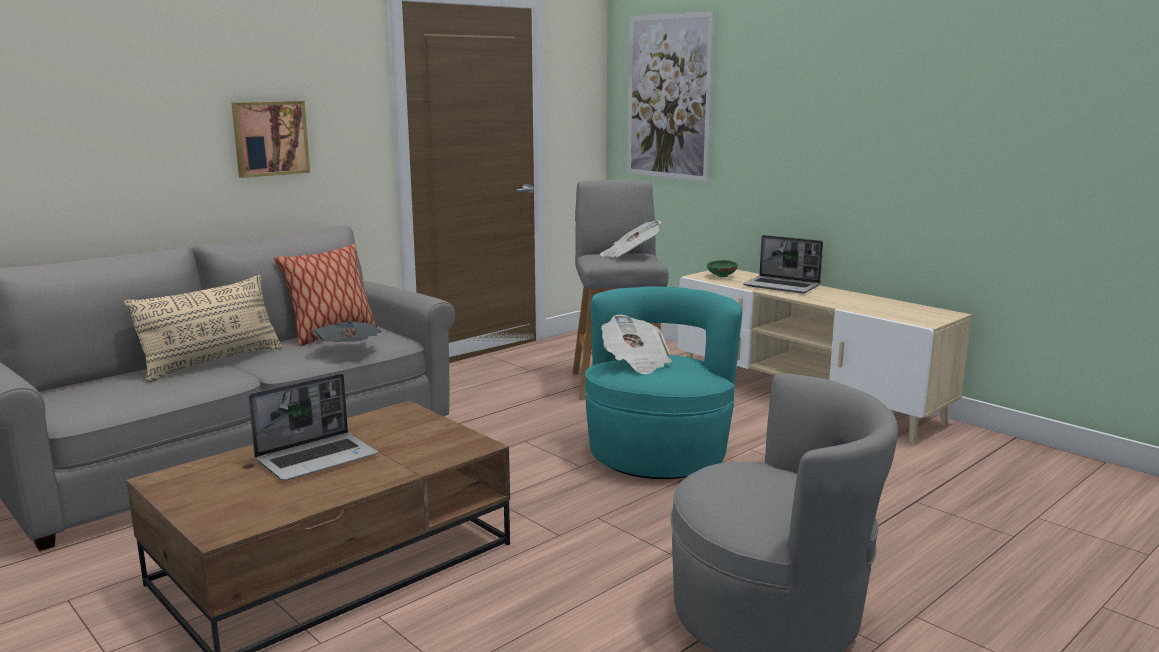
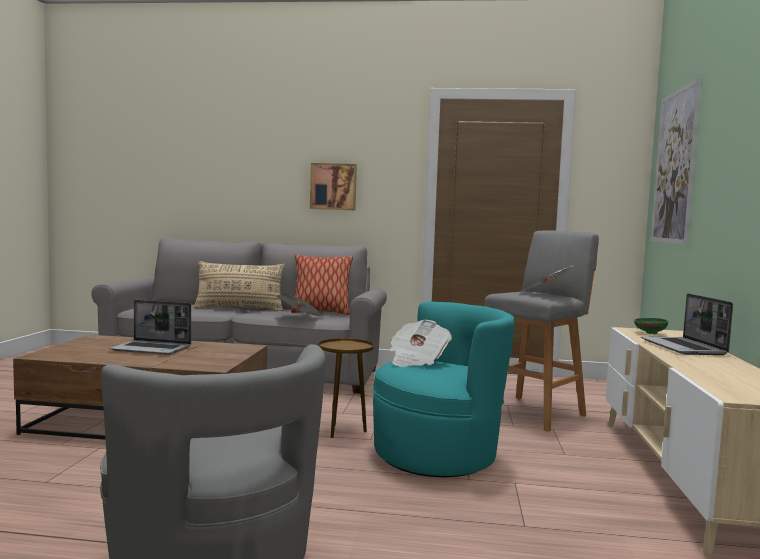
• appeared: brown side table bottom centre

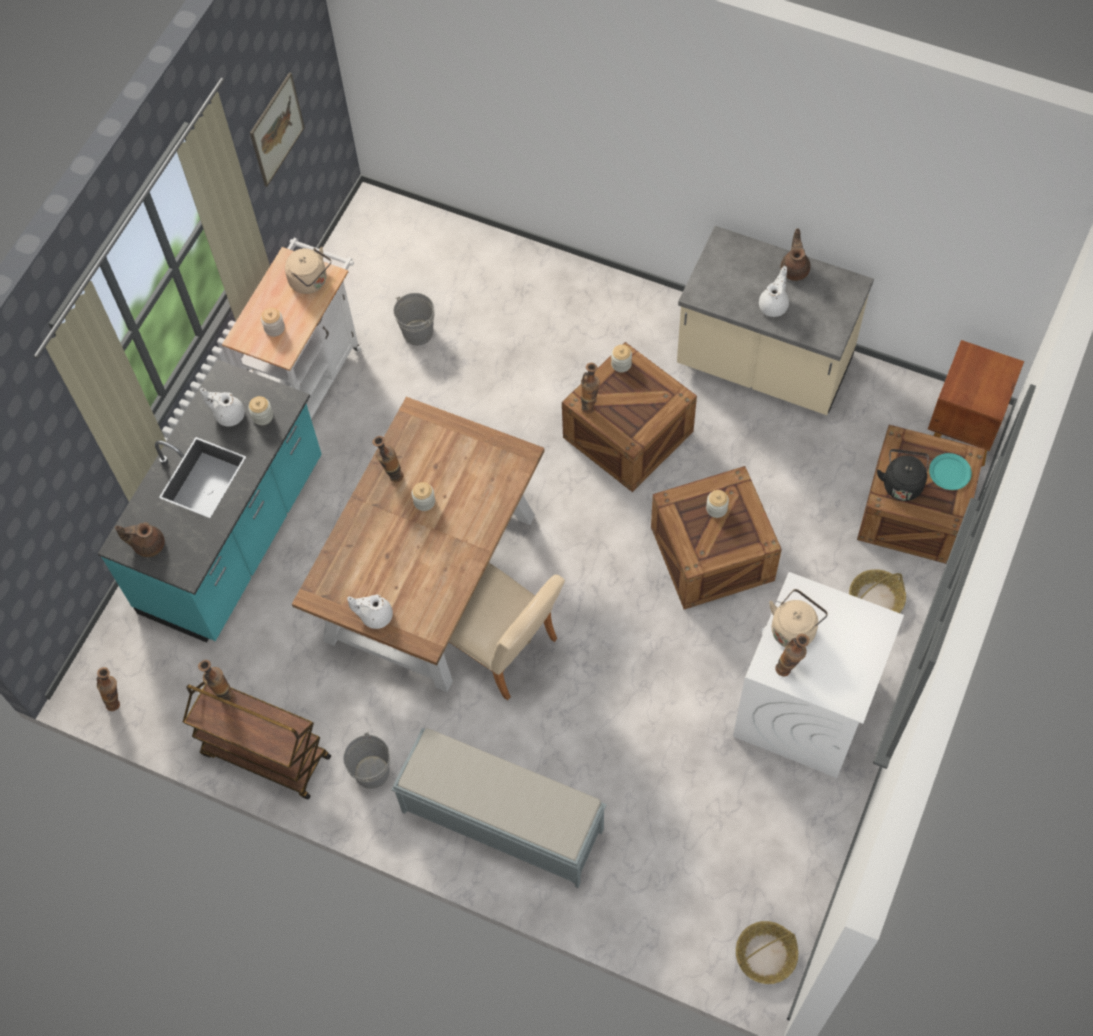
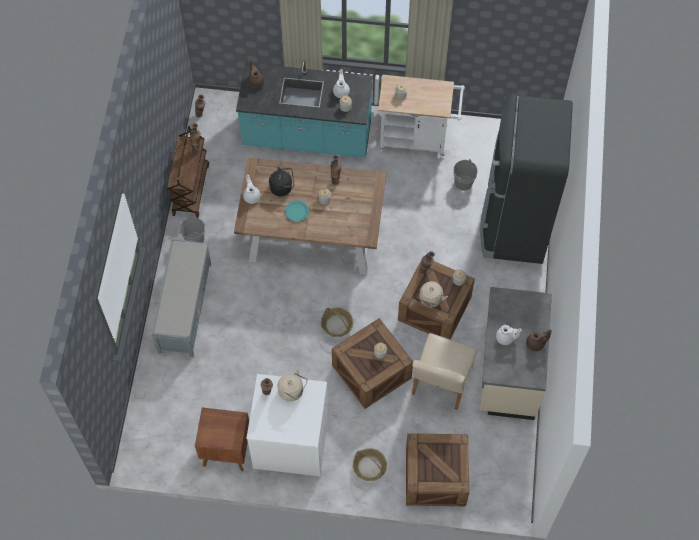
• missing: picture top left
• appeared: black fridge top right
• relocated: beige kettle (no. 1 from left in the first image) top left to beige kettle (no. 2 from left) centre
• relocated: beige chair centre to bottom centre
• relocated: basket (no. 1 from left) bottom right to centre
• relocated: black kettle middle right to centre
• relocated: brown nightstand middle right to bottom left
• relocated: turquoise plate middle right to centre

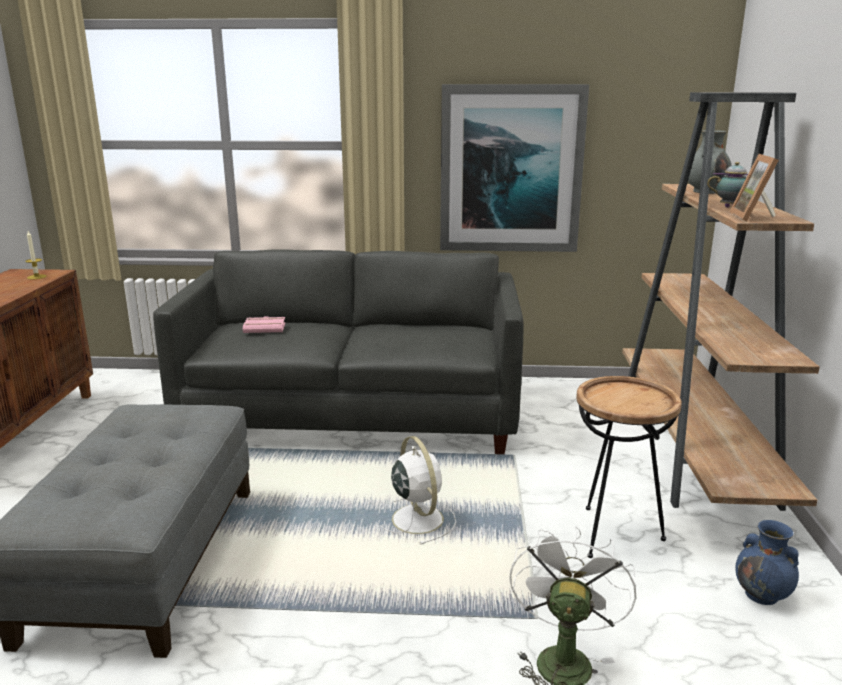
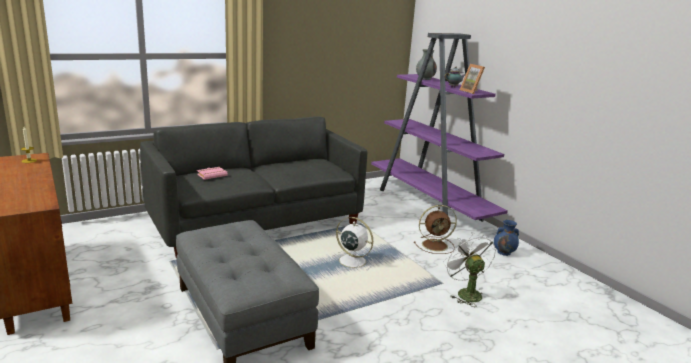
• missing: picture top centre
• exchanged: brown side table bottom right to brown fan centre
• colour: brown bookcase middle right to purple bookcase centre

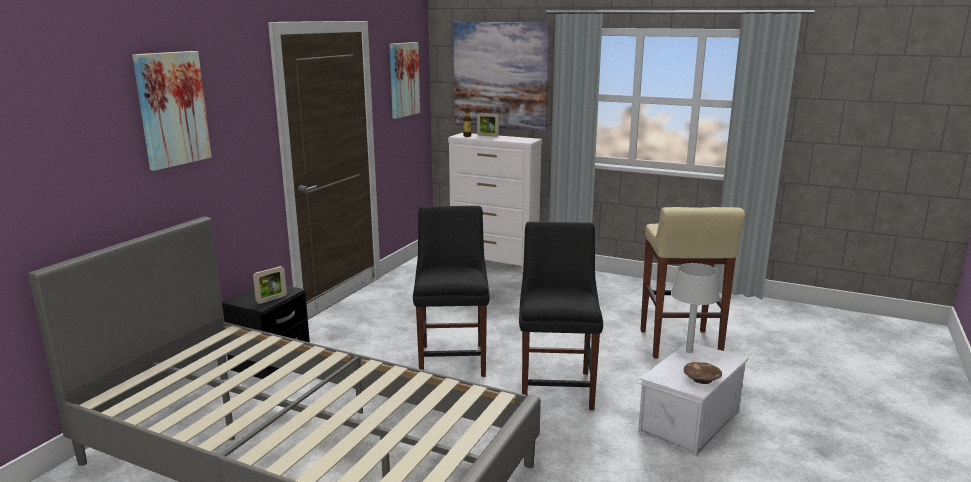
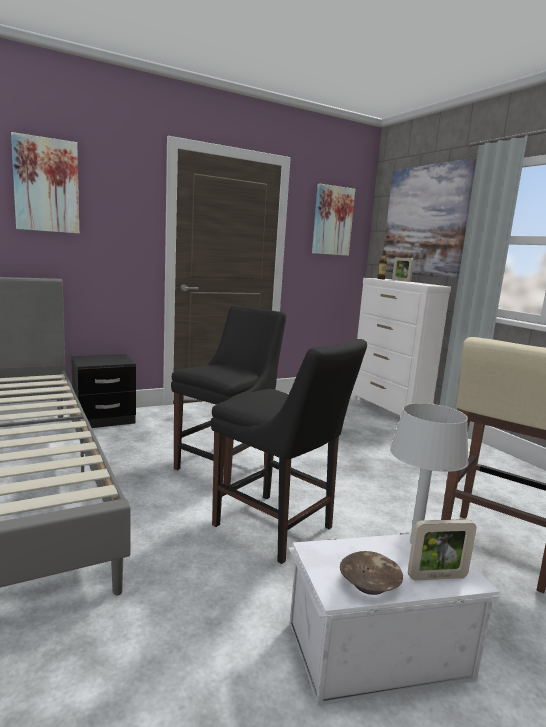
• relocated: picture frame (no. 1 from left in the first image) middle left to picture frame (no. 2 from left) bottom right
• spun: black chair (no. 2 from left) centre = centre 90 degrees clockwise

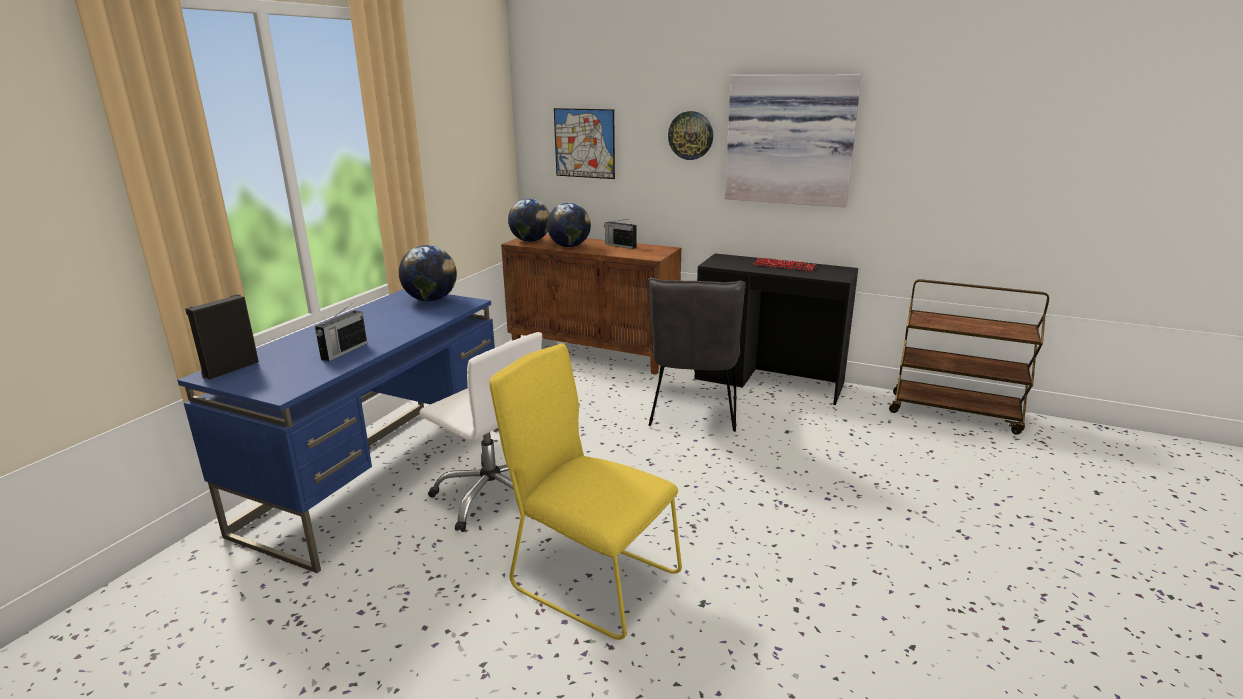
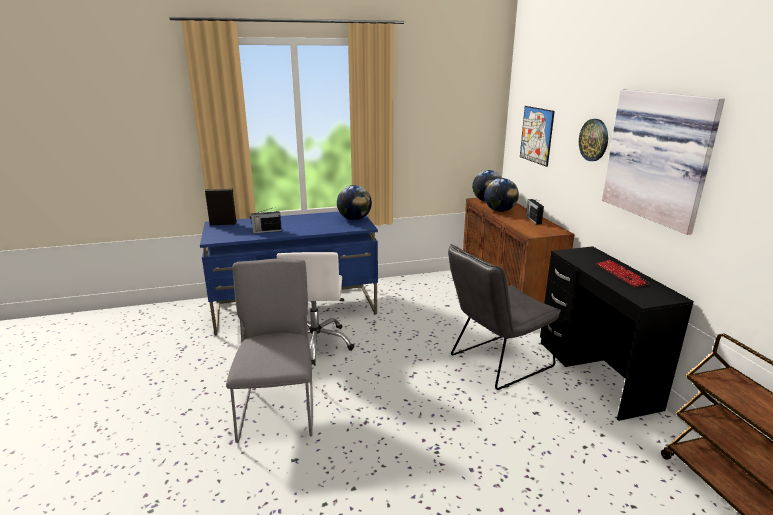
• colour: yellow chair bottom centre to grey chair (no. 1 from left) bottom centre

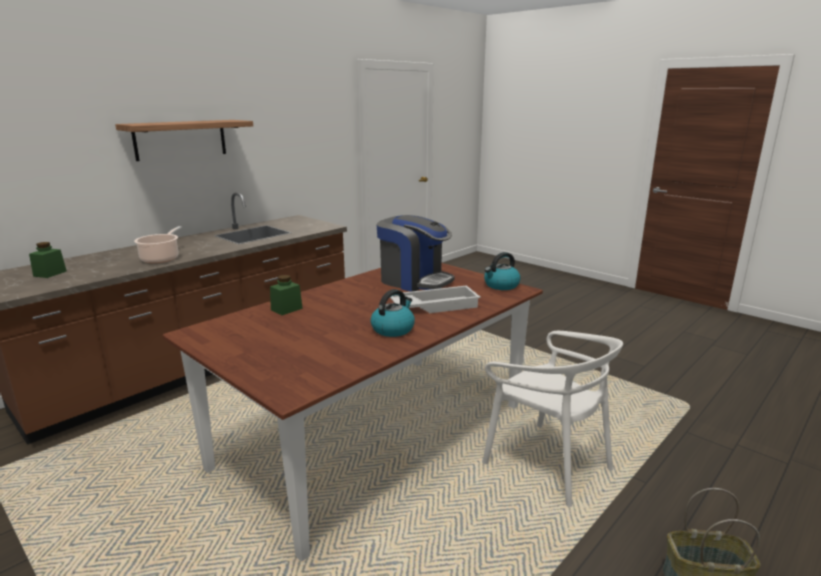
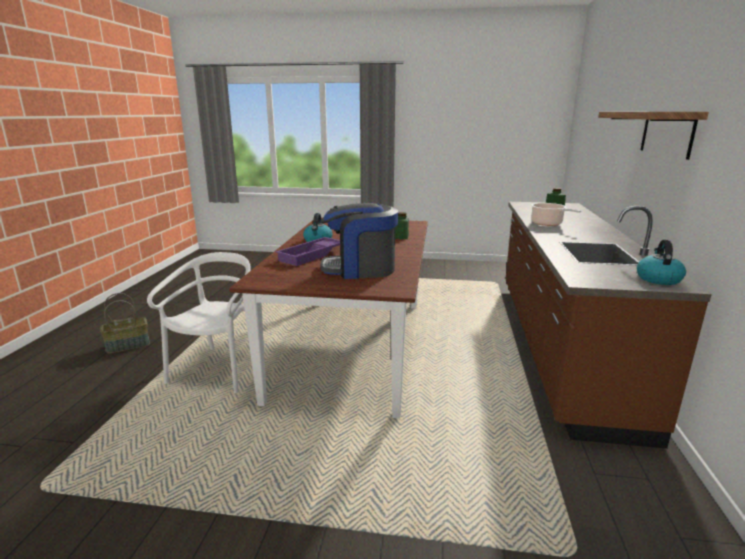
• relocated: kettle (no. 2 from left) centre to middle right
• colour: white tray centre to purple tray centre
• spun: white chair bottom right = middle left 90 degrees clockwise

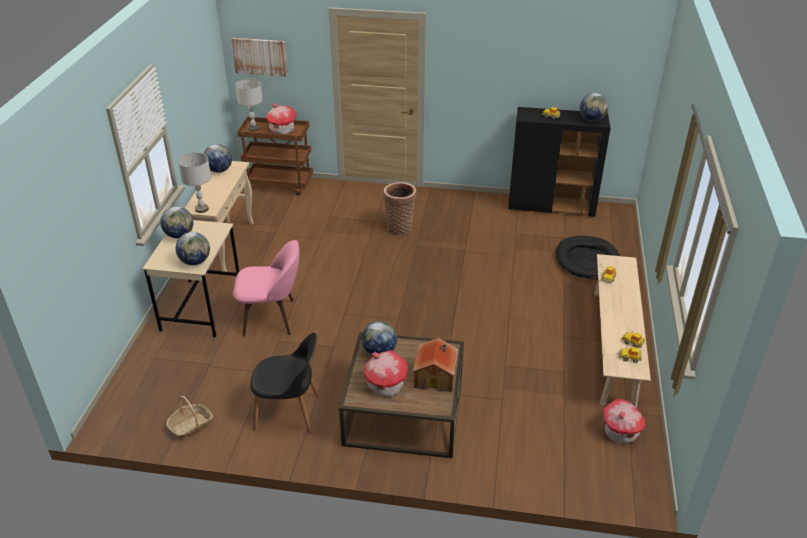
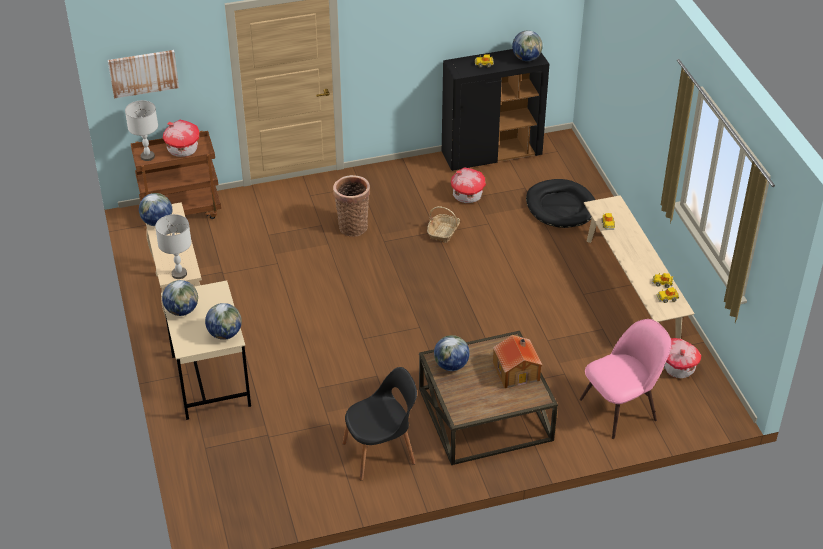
• relocated: basket (no. 1 from left in the first image) bottom left to basket (no. 2 from left) centre
• relocated: pink chair middle left to bottom right
• relocated: toy house (no. 2 from left) bottom centre to centre

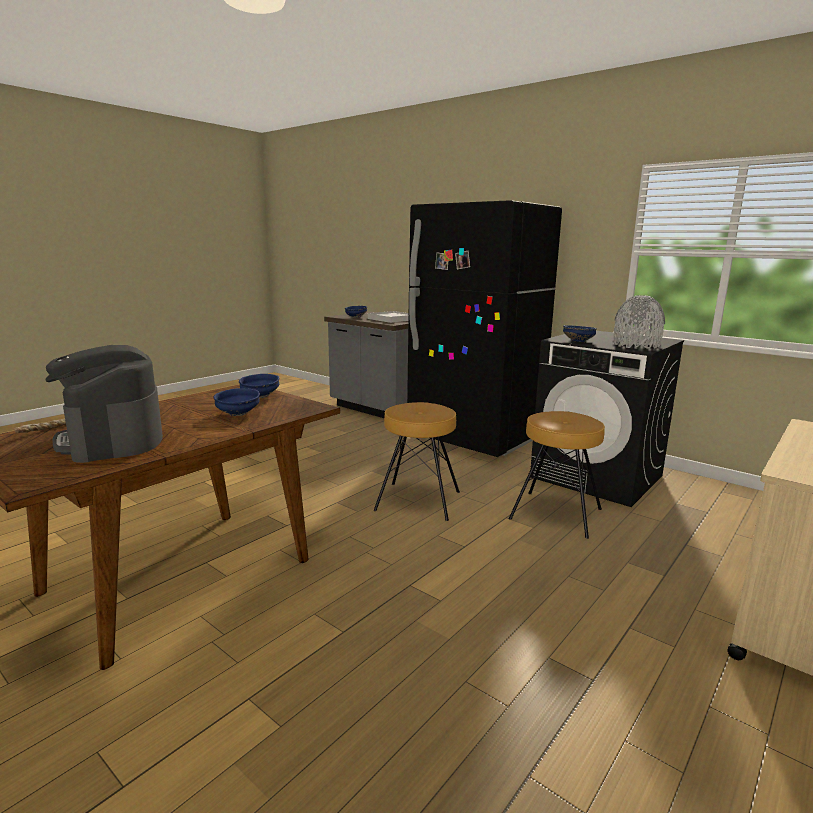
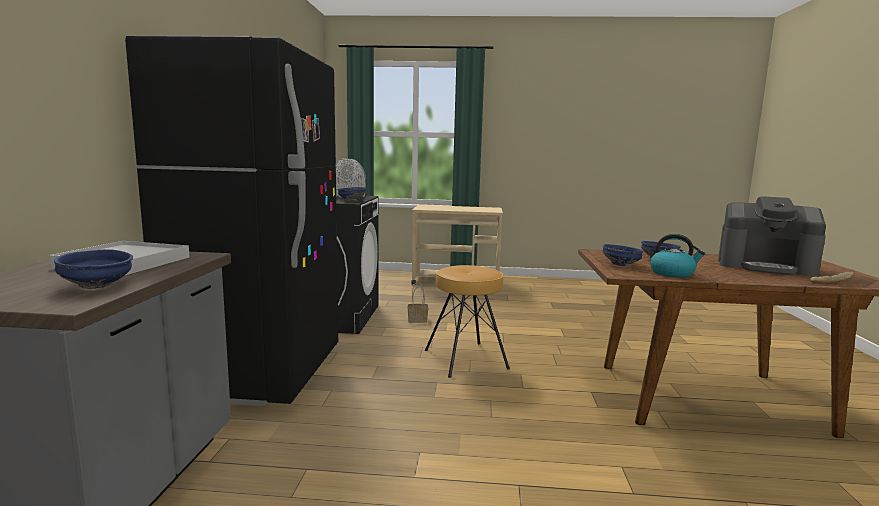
• appeared: kettle middle right
• exchanged: brown stool (no. 2 from left) middle right to basket centre
• spun: coffee machine middle left = middle right 90 degrees clockwise

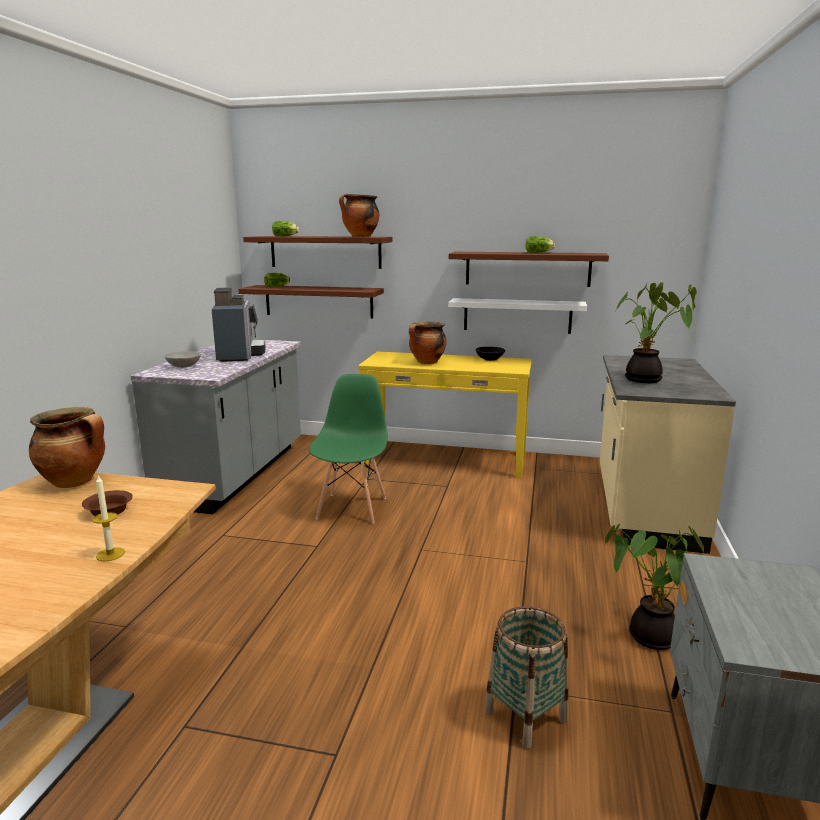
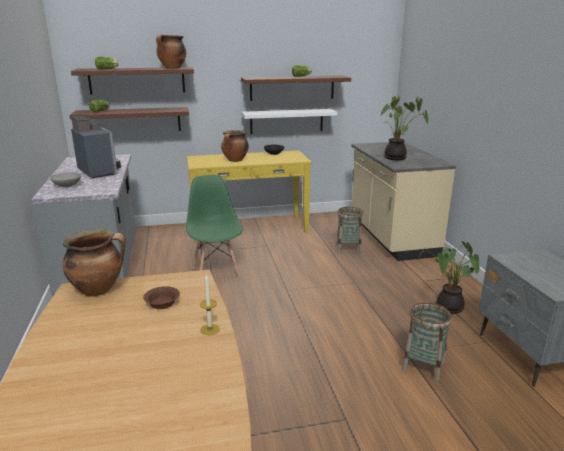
• appeared: basket (no. 1 from left) centre

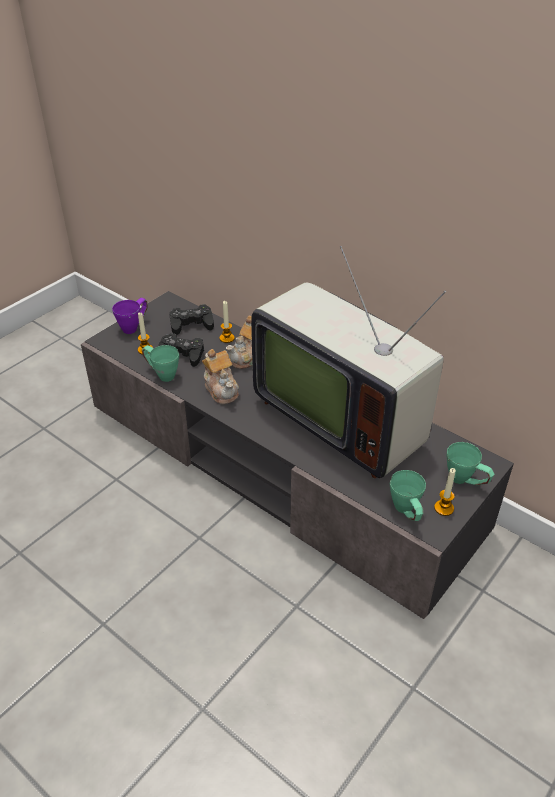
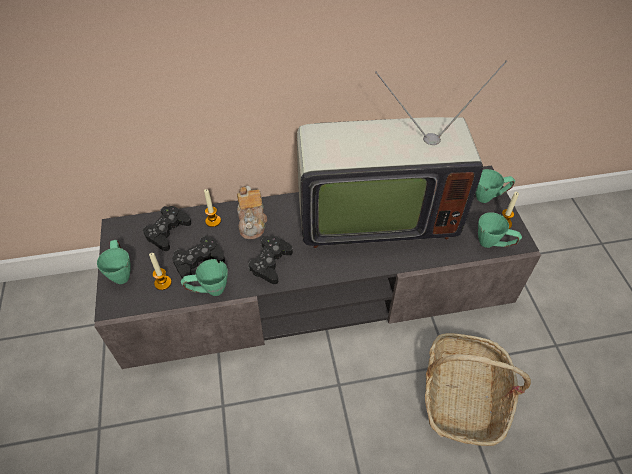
• appeared: basket bottom right
• exchanged: teapot (no. 1 from left) centre to black game controller (no. 3 from left) centre
• colour: purple mug middle left to green mug (no. 1 from left) middle left

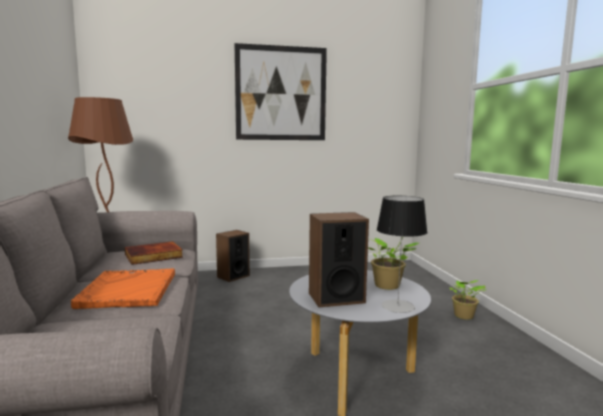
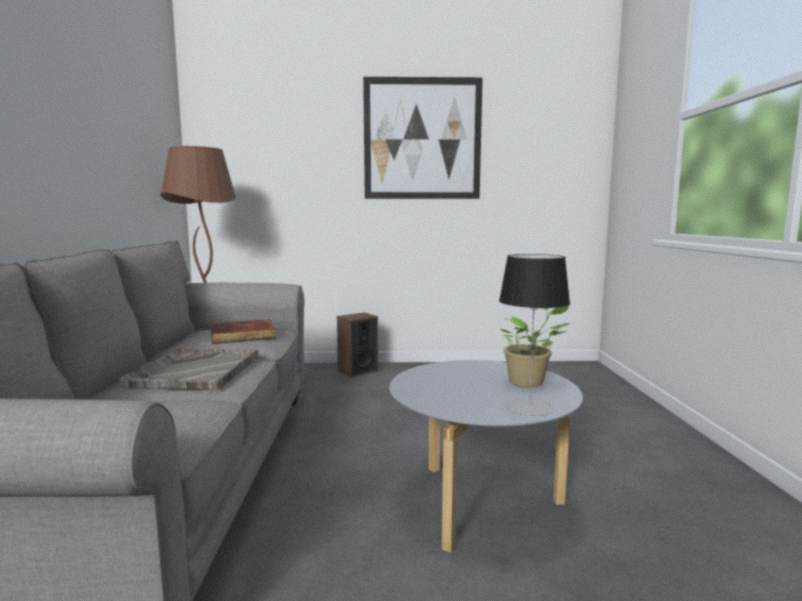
• missing: speaker (no. 2 from left) centre
• missing: potted plant (no. 2 from left) bottom right
• colour: orange tray bottom left to grey tray middle left

